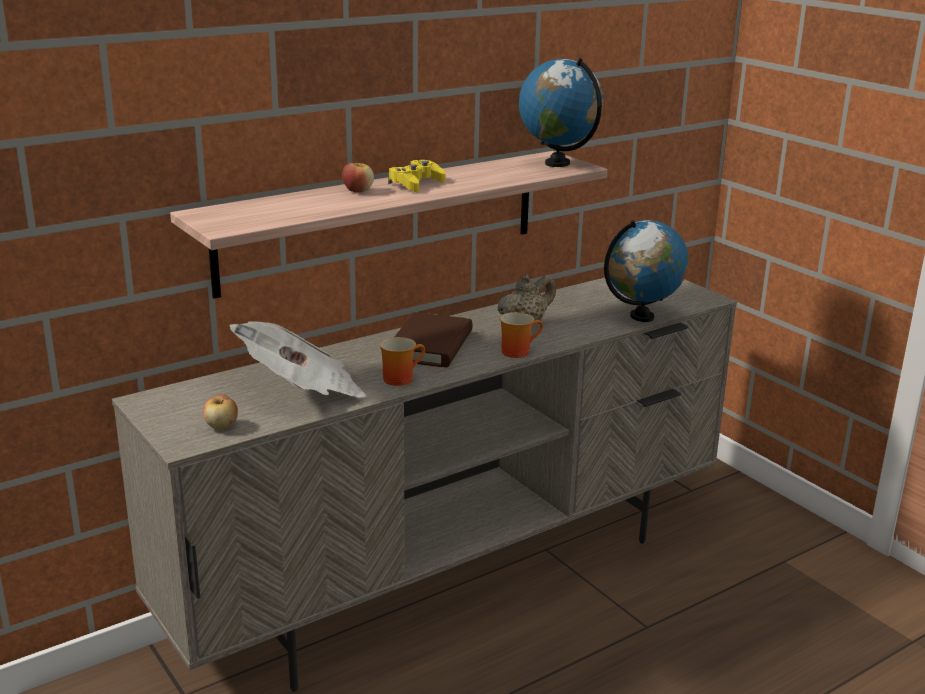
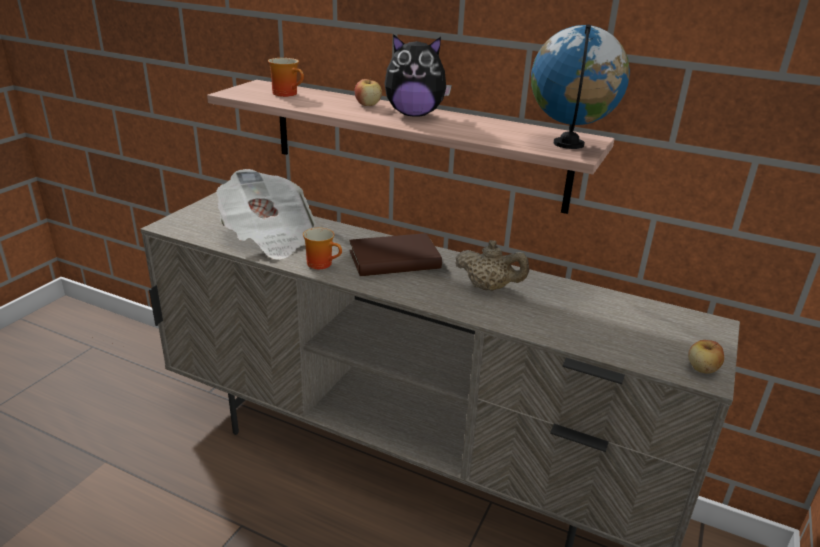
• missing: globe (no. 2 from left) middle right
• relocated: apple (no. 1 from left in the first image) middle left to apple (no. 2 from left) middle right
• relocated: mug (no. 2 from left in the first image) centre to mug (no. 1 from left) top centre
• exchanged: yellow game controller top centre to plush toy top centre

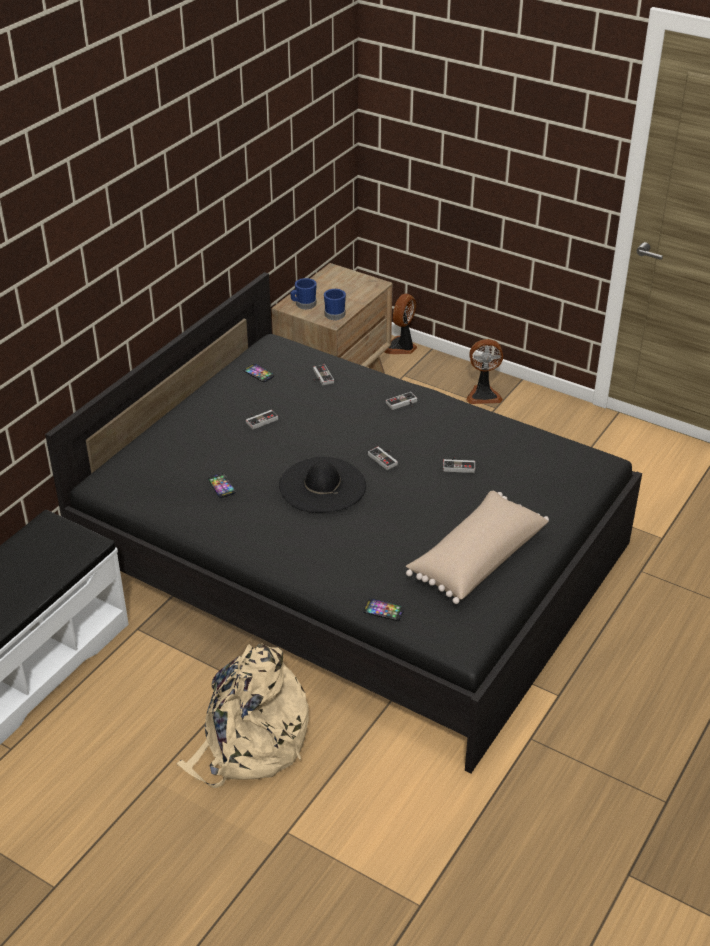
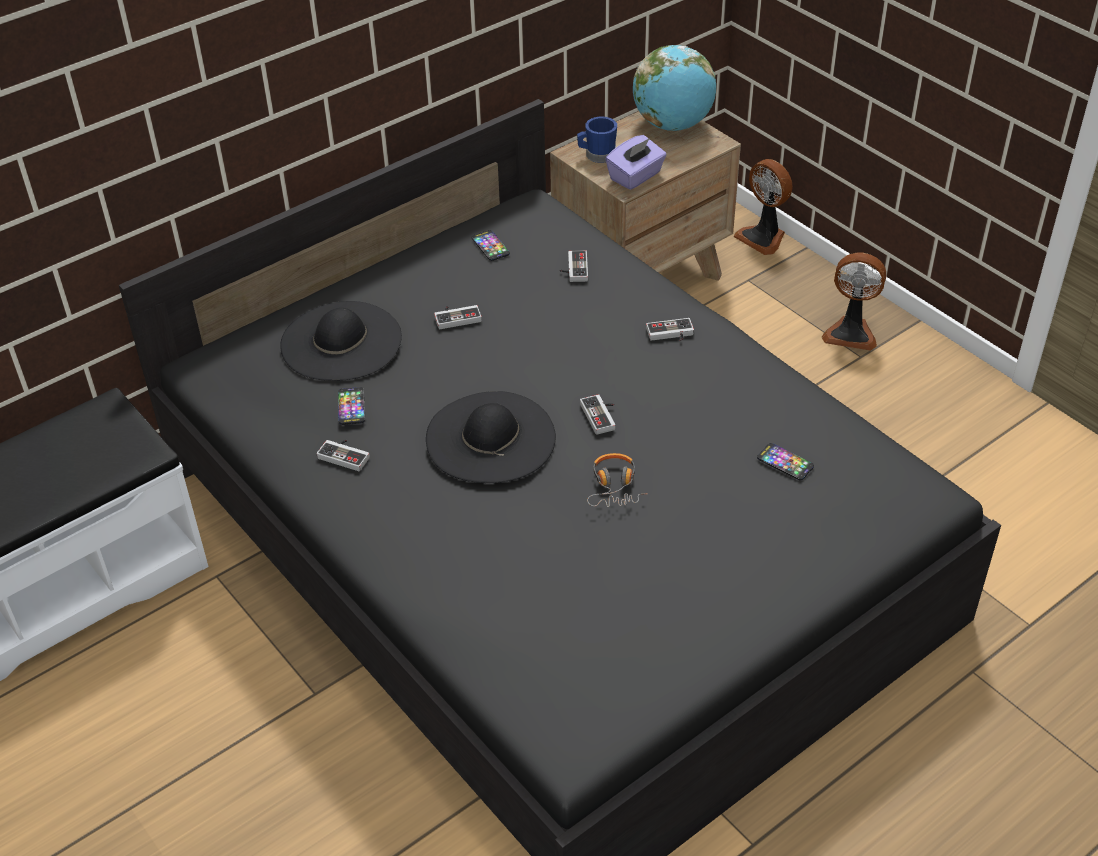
• missing: beige backpack bottom centre
• missing: beige pillow middle right
• appeared: black hat (no. 1 from left) middle left
• appeared: headphones centre
• appeared: globe top centre
• relocated: phone (no. 3 from left) centre to middle right
• relocated: game controller (no. 5 from left in the first image) centre to game controller (no. 1 from left) middle left
• exchanged: blue mug (no. 2 from left) top centre to purple tissue box top centre
• spun: fan (no. 1 from left) centre = top right 90 degrees counterclockwise

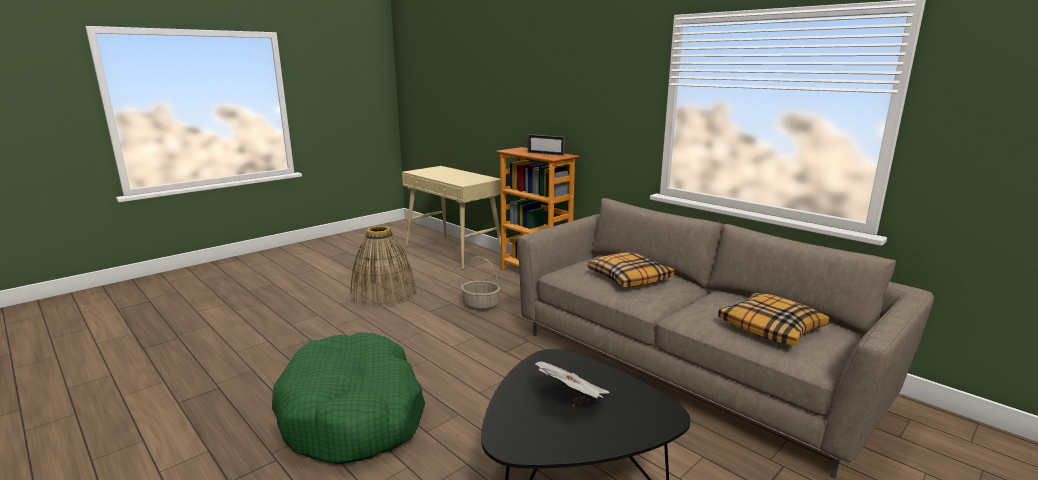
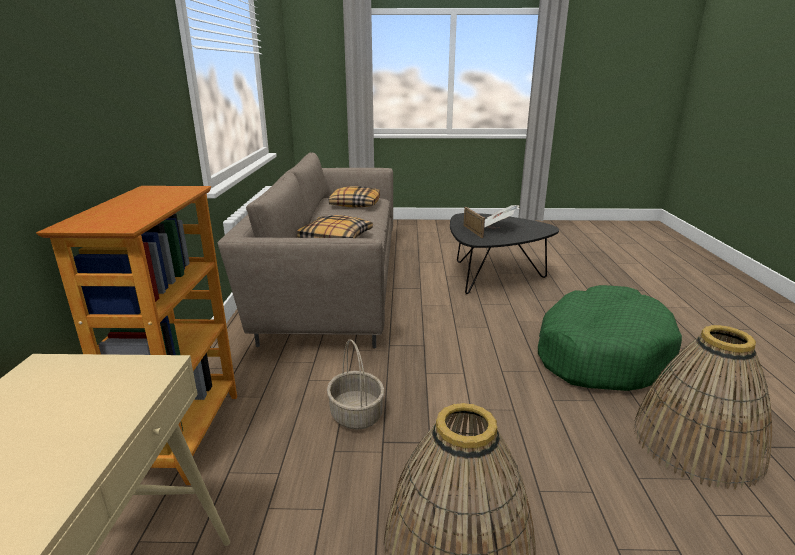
• appeared: basket (no. 3 from left) bottom right
• relocated: picture frame top centre to centre

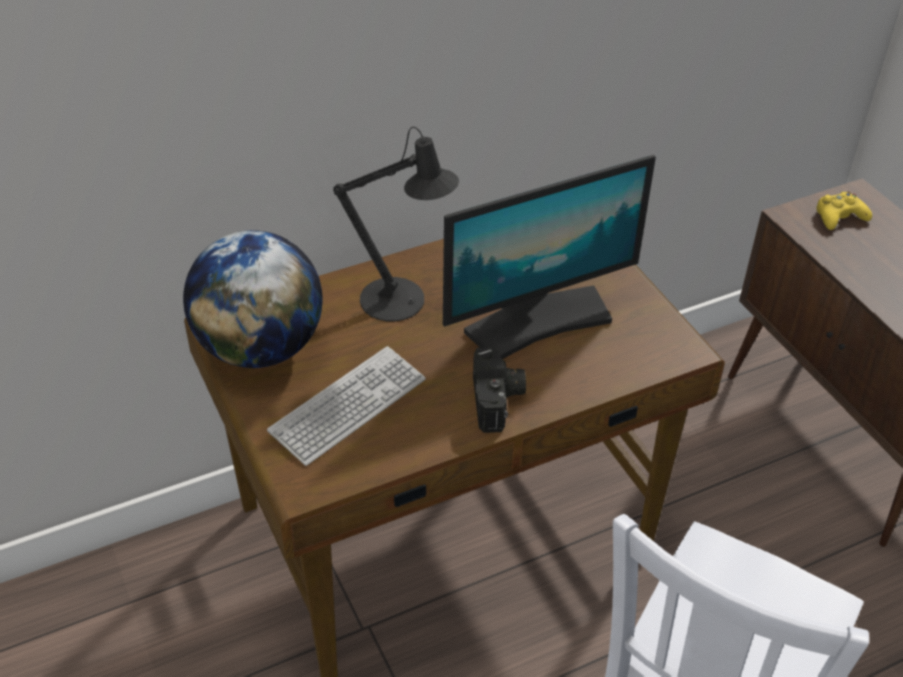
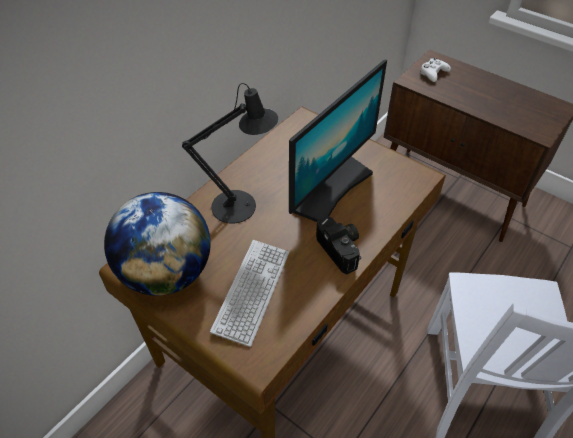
• colour: yellow game controller top right to white game controller top right

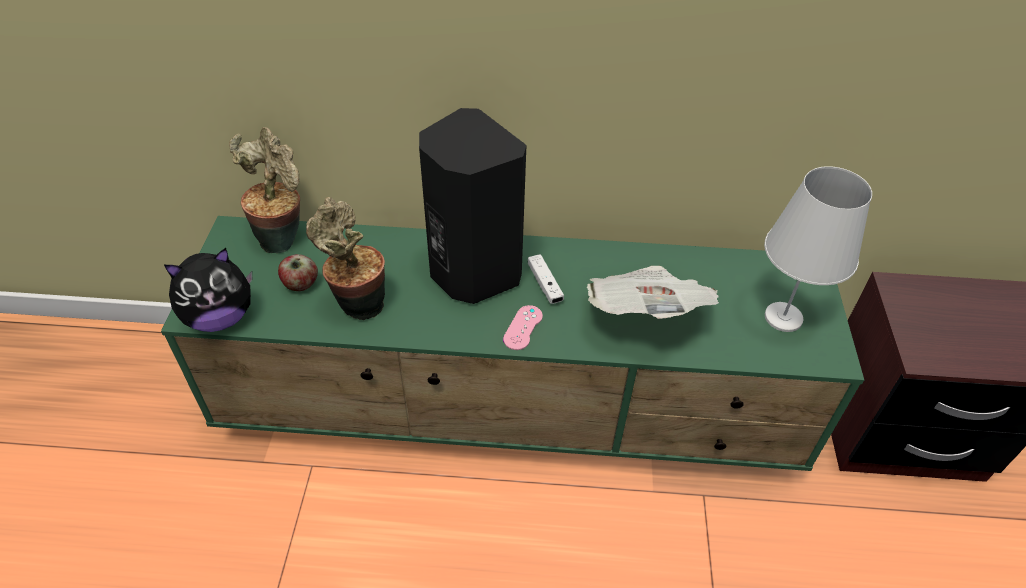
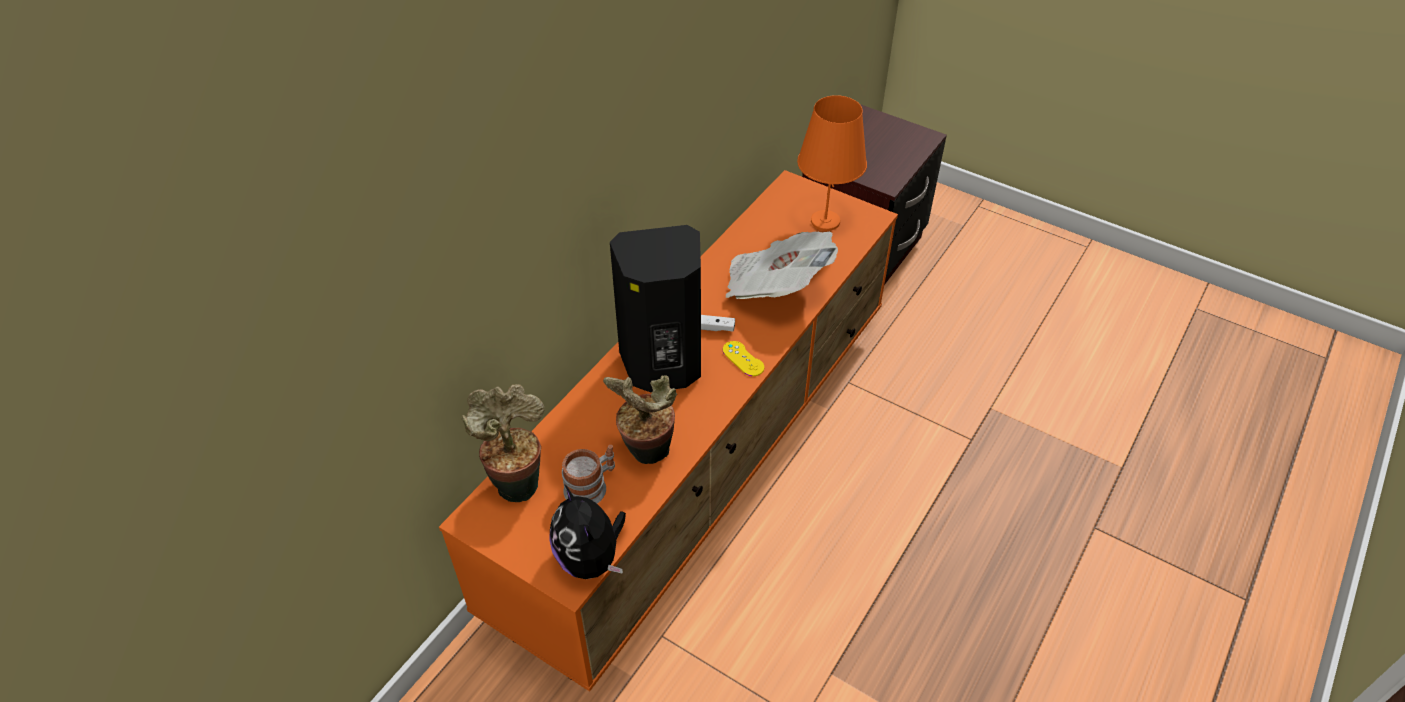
• exchanged: apple middle left to mug bottom centre
• colour: green tv stand centre to orange tv stand centre
• colour: pink game controller centre to yellow game controller centre
• colour: white table lamp middle right to orange table lamp top centre
• spun: plush toy middle left = bottom centre 150 degrees clockwise

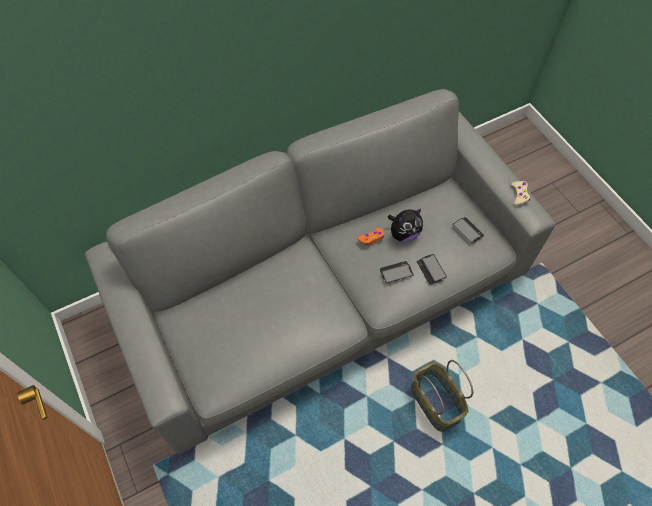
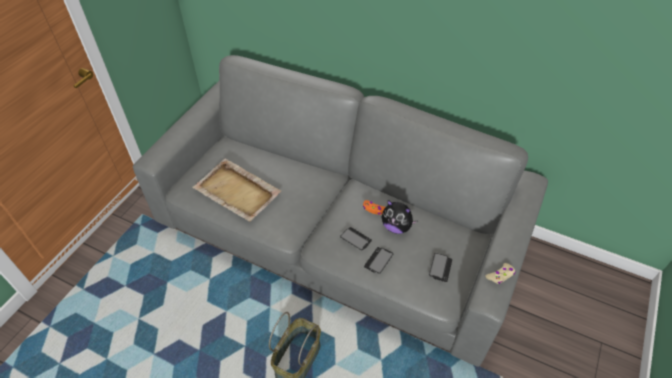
• appeared: beige tray centre

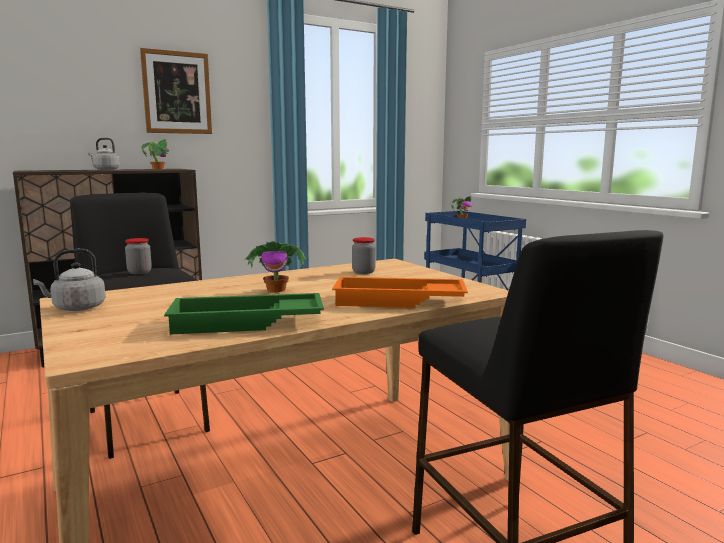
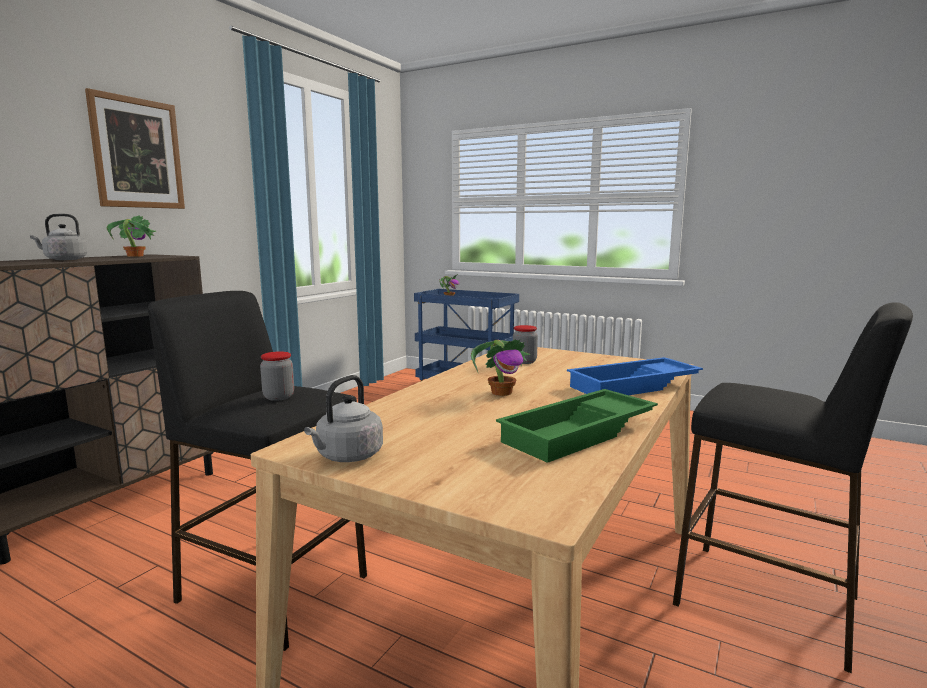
• colour: orange tray centre to blue tray middle right

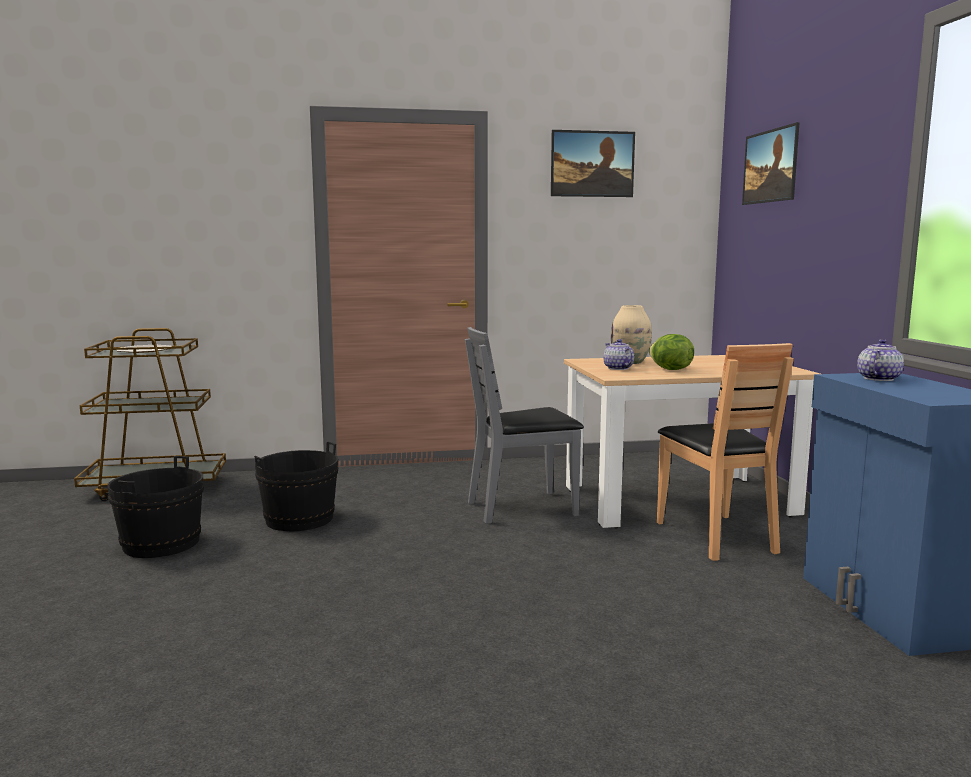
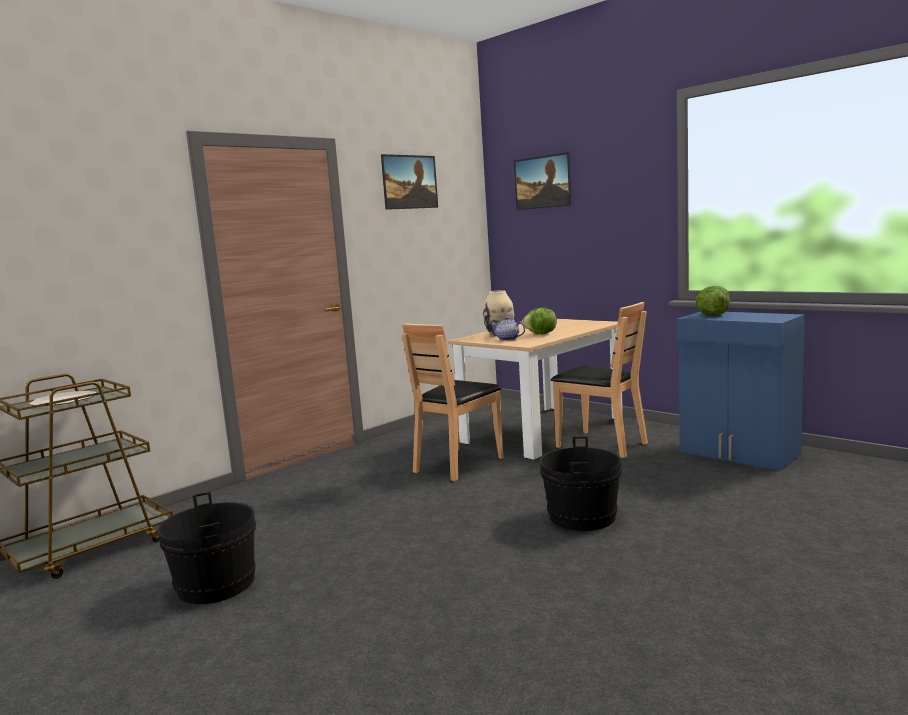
• relocated: black bucket (no. 2 from left) middle left to bottom centre
• exchanged: teapot (no. 2 from left) middle right to lettuce (no. 2 from left) middle right
• colour: grey chair centre to brown chair (no. 1 from left) centre

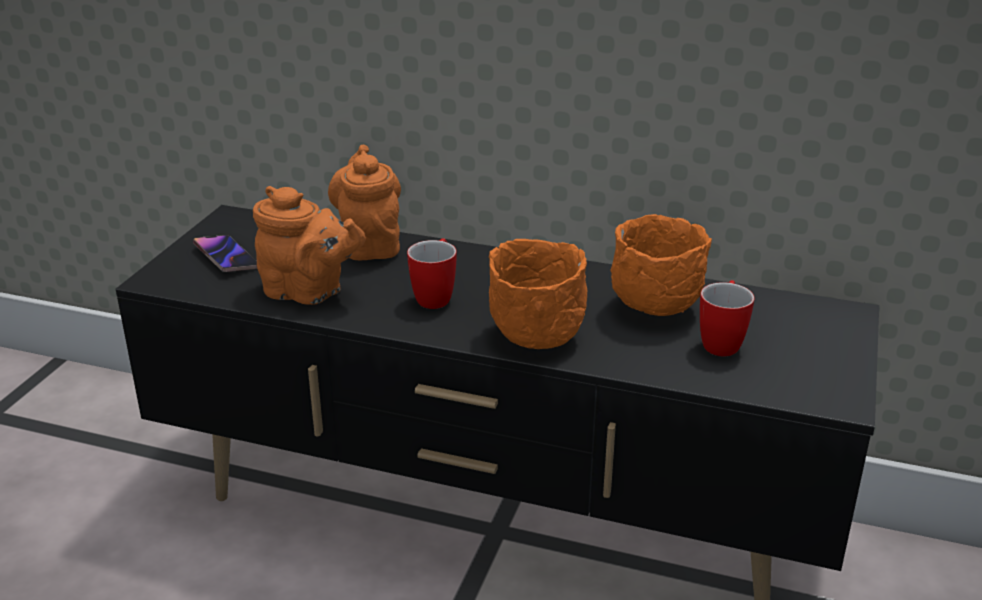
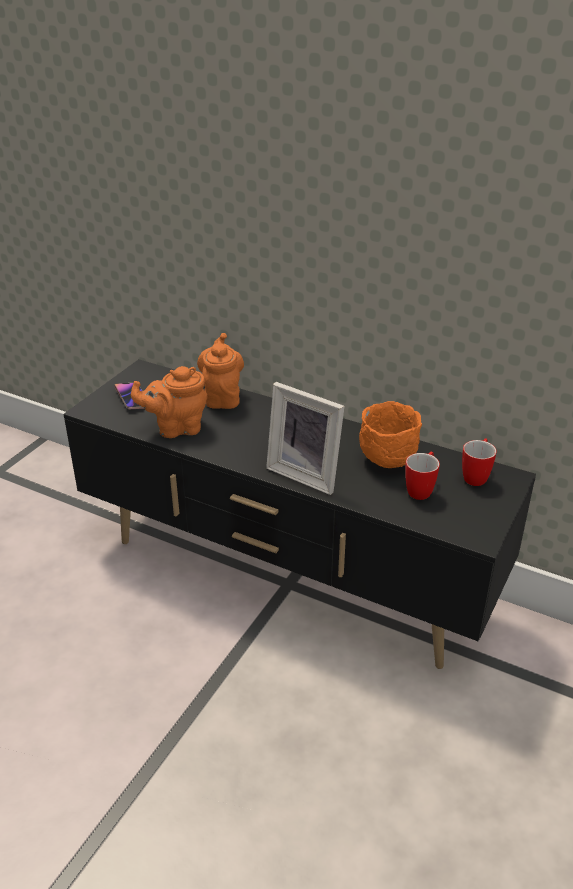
• relocated: mug (no. 1 from left in the first image) centre to mug (no. 2 from left) middle right
• exchanged: orange bowl (no. 1 from left) centre to picture frame centre
• spun: orange teapot (no. 1 from left) middle left = middle left 135 degrees clockwise

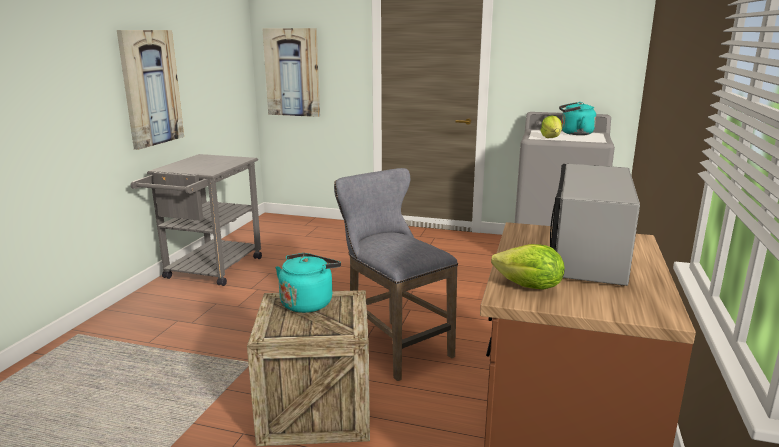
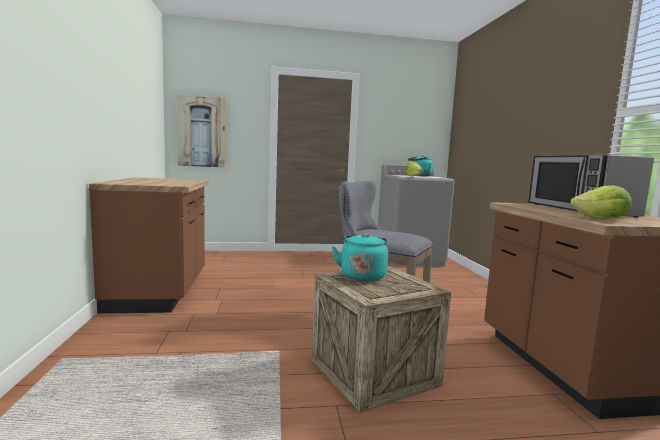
• missing: picture (no. 1 from left) top left
• exchanged: grey cart middle left to brown counter (no. 1 from left) middle left

